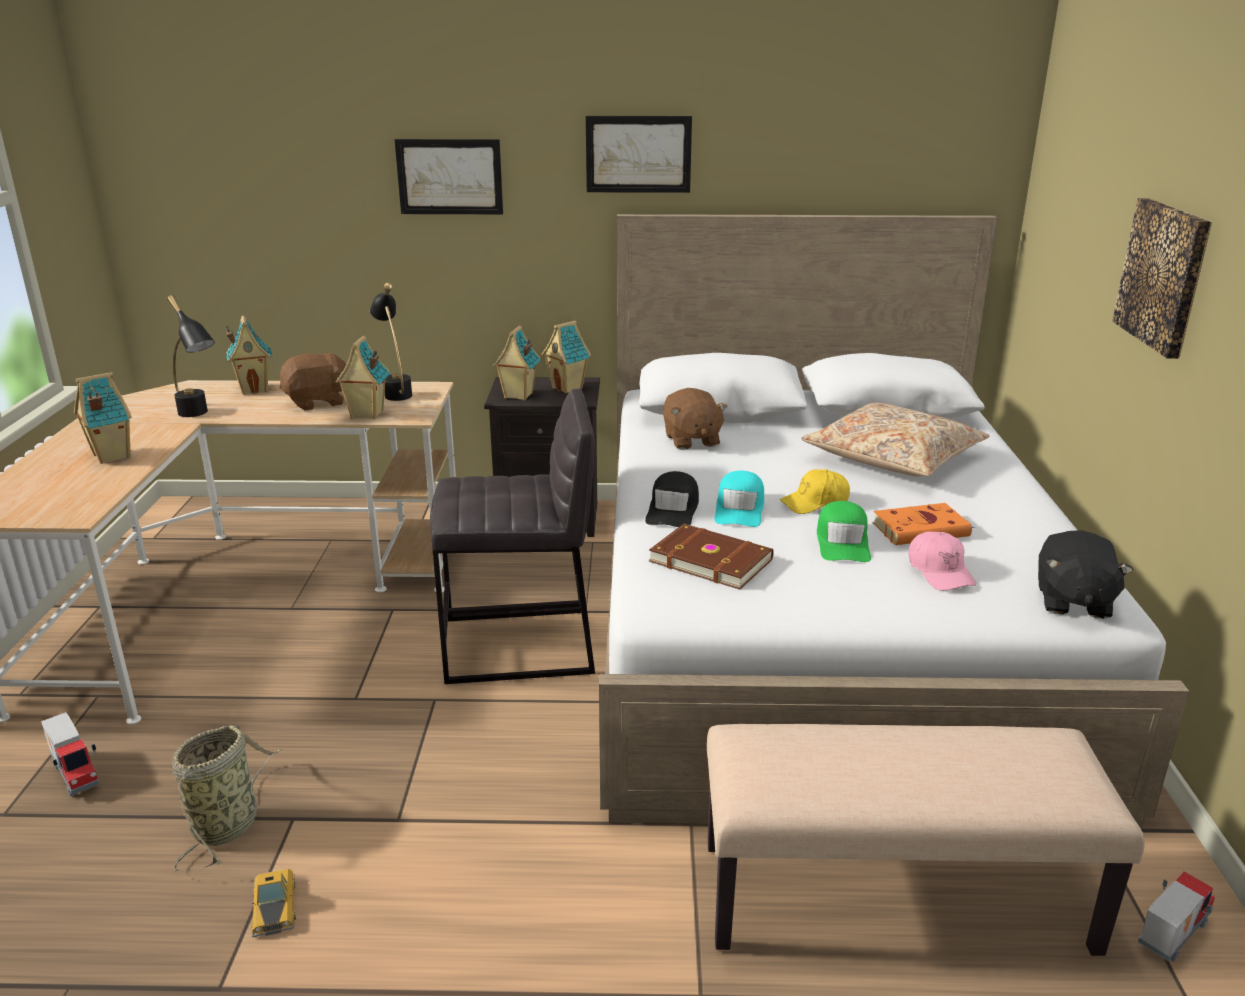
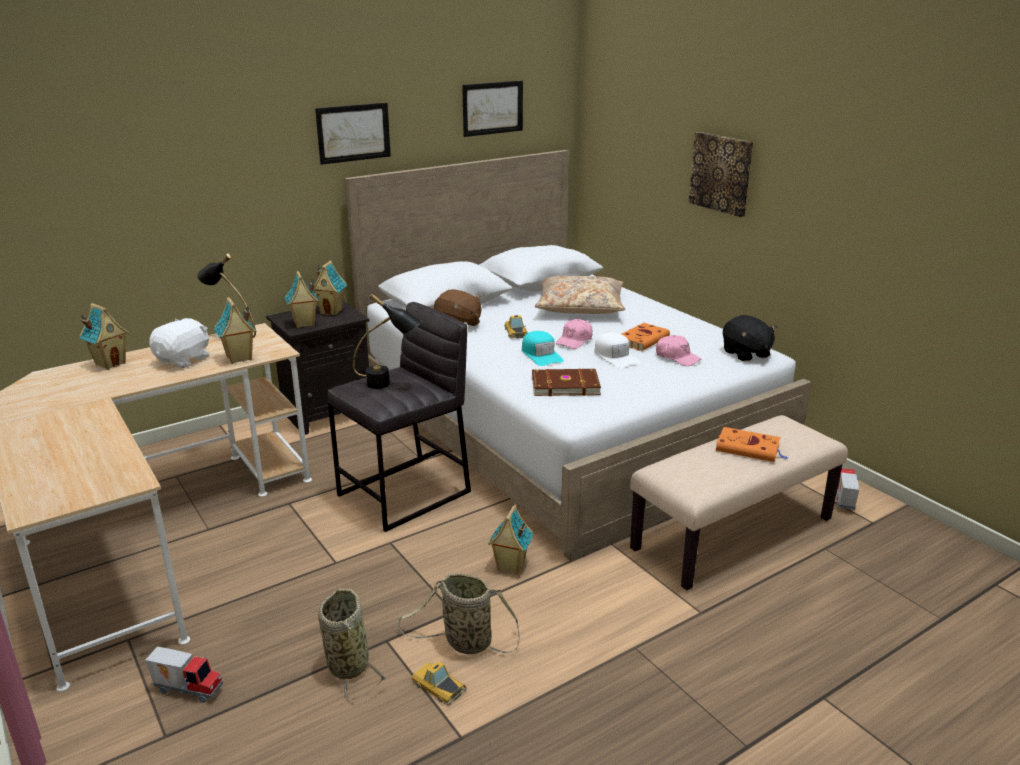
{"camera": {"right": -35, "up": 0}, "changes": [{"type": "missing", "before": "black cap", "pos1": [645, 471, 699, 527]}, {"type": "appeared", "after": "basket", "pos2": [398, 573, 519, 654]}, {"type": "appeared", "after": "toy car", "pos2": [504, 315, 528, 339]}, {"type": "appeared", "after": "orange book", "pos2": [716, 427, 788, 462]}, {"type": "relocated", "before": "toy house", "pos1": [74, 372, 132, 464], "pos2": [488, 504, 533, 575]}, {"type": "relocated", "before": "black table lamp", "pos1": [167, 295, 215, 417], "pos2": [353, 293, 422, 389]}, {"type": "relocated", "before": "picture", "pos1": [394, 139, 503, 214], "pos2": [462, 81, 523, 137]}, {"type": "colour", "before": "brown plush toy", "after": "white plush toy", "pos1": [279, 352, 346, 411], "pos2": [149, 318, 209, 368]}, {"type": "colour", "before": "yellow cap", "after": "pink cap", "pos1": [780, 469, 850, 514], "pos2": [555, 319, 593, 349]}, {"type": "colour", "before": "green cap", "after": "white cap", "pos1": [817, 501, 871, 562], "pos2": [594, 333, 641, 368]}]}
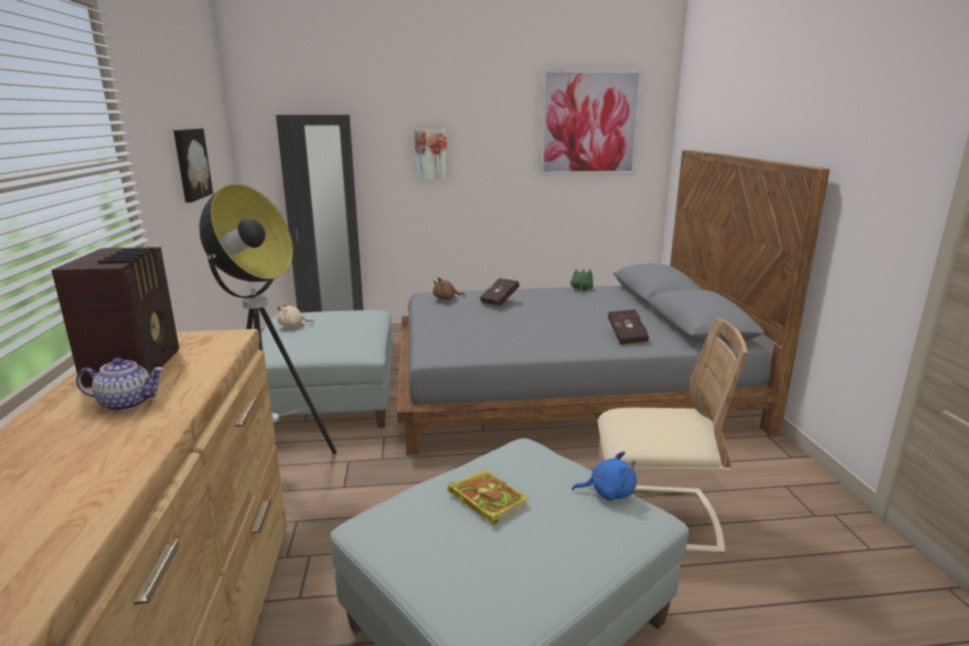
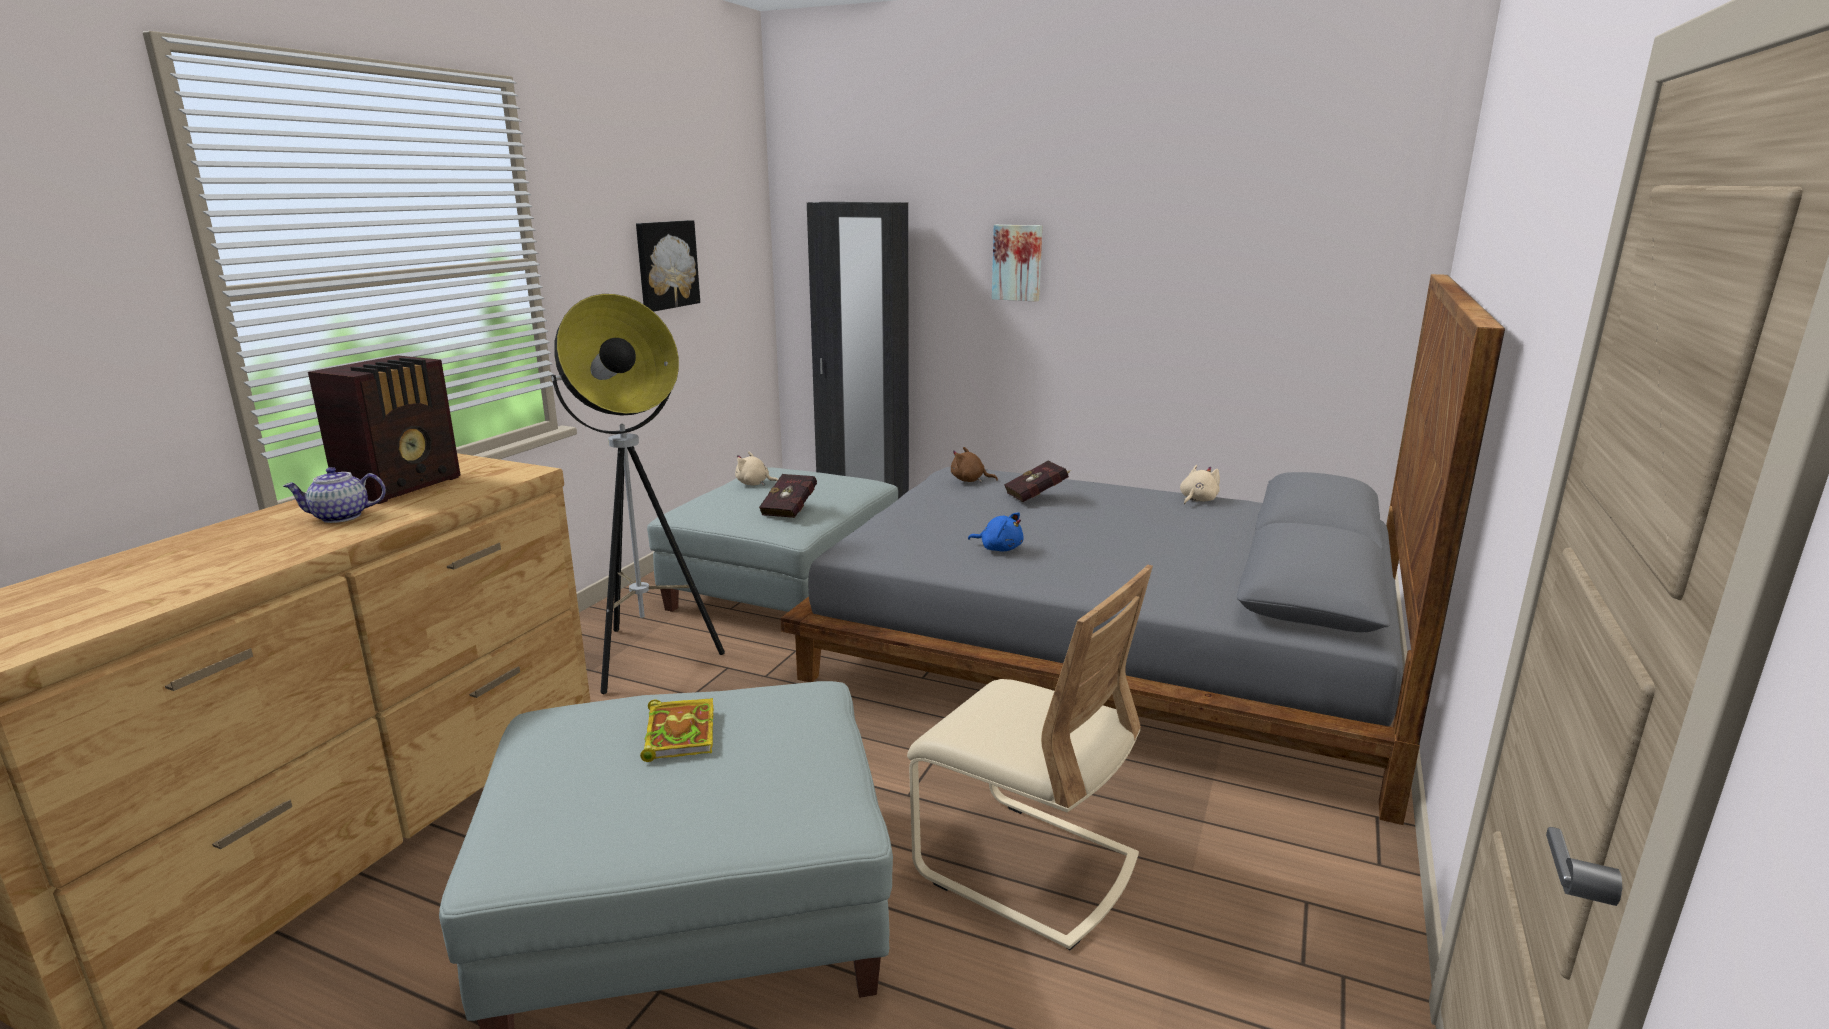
{"camera": {"right": 30, "up": 0}, "changes": [{"type": "missing", "before": "picture", "pos1": [539, 69, 644, 176]}, {"type": "relocated", "before": "blue plush toy", "pos1": [572, 451, 637, 501], "pos2": [968, 512, 1024, 551]}, {"type": "relocated", "before": "red book", "pos1": [608, 310, 649, 344], "pos2": [759, 474, 817, 518]}, {"type": "colour", "before": "green plush toy", "after": "beige plush toy", "pos1": [570, 269, 593, 293], "pos2": [1180, 465, 1220, 505]}, {"type": "spun", "before": "teapot", "pos1": [76, 358, 164, 412], "pos2": [283, 467, 386, 523], "turn": 135}]}
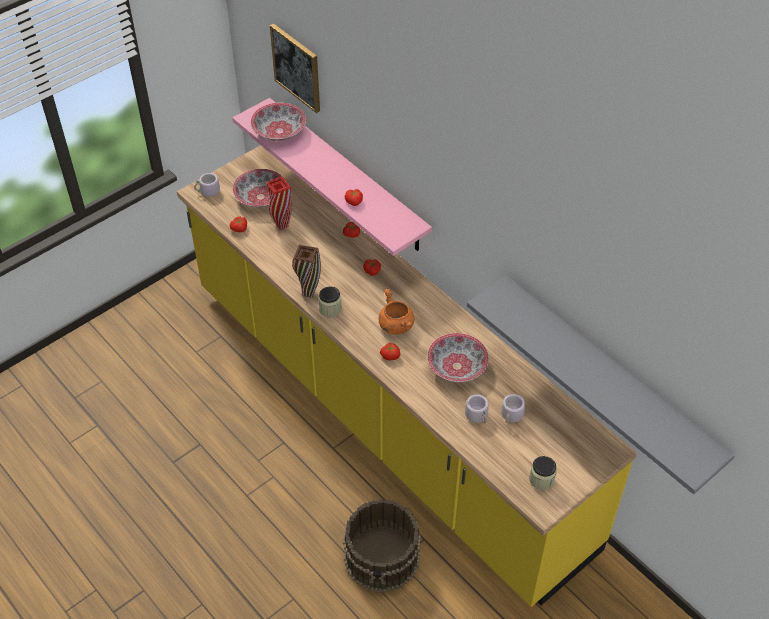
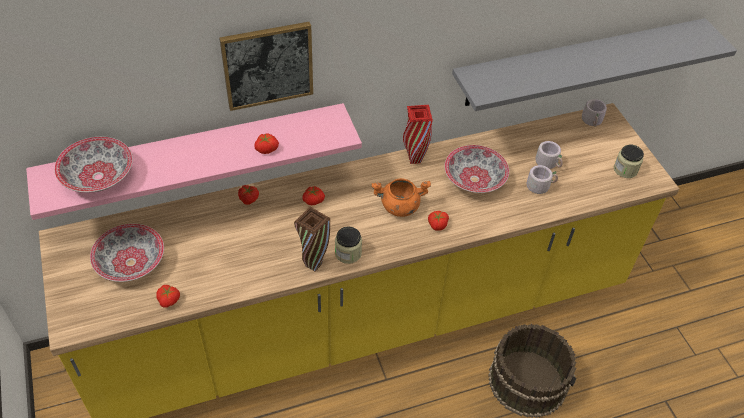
{"camera": {"right": -70, "up": 0}, "changes": [{"type": "relocated", "before": "grey mug", "pos1": [194, 173, 220, 197], "pos2": [582, 99, 607, 126]}, {"type": "relocated", "before": "red vase", "pos1": [266, 176, 292, 230], "pos2": [403, 105, 433, 164]}, {"type": "relocated", "before": "picture", "pos1": [270, 23, 320, 113], "pos2": [219, 22, 313, 111]}]}
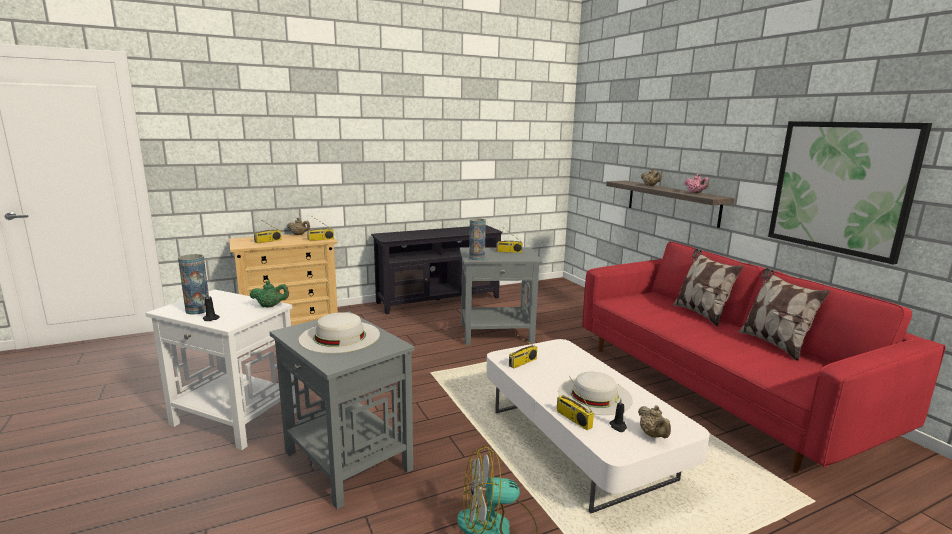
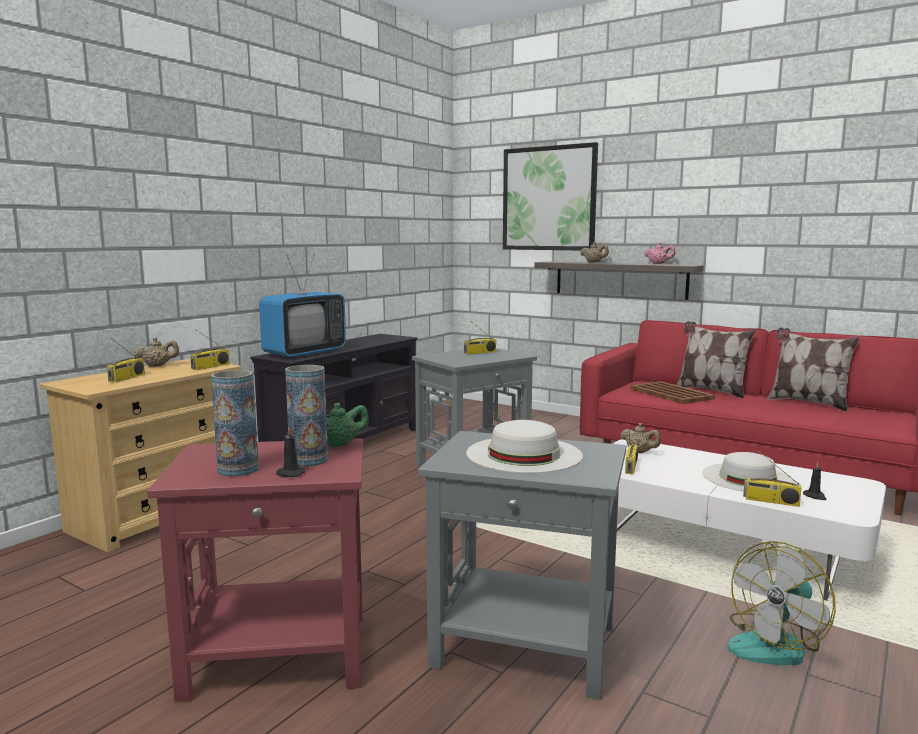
{"camera": {"right": -30, "up": -5}, "changes": [{"type": "appeared", "after": "television", "pos2": [259, 254, 346, 358]}, {"type": "appeared", "after": "brown tray", "pos2": [630, 381, 715, 404]}, {"type": "relocated", "before": "vase", "pos1": [469, 218, 486, 260], "pos2": [285, 365, 328, 467]}, {"type": "relocated", "before": "beige teapot", "pos1": [638, 405, 671, 438], "pos2": [620, 423, 661, 453]}, {"type": "relocated", "before": "picture", "pos1": [768, 121, 932, 265], "pos2": [503, 142, 598, 250]}, {"type": "colour", "before": "white side table", "after": "red side table", "pos1": [146, 290, 297, 450], "pos2": [147, 438, 363, 702]}]}
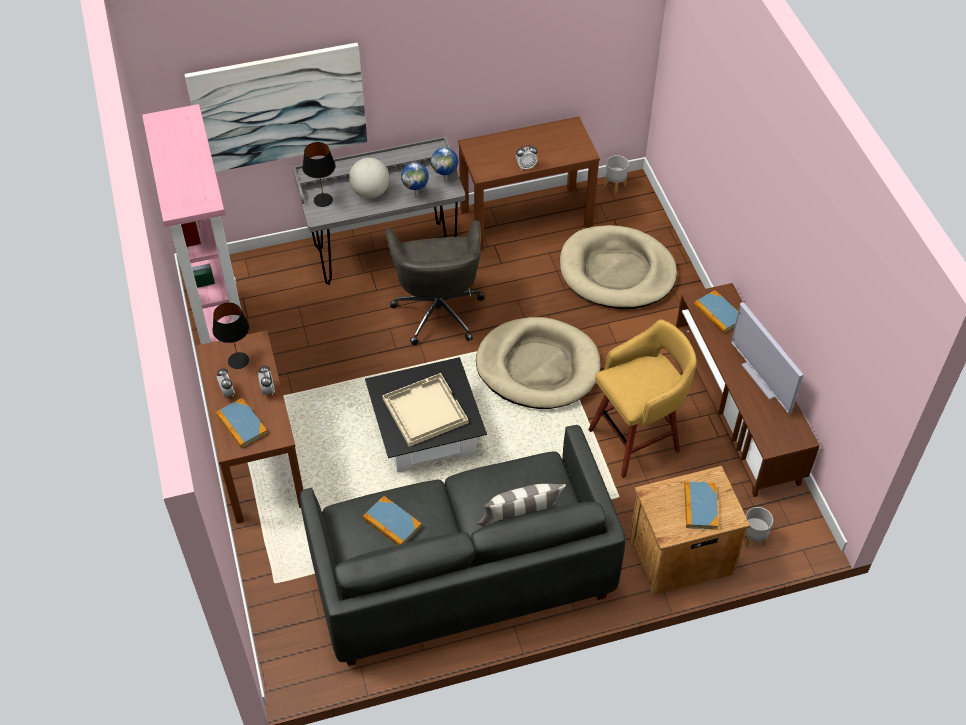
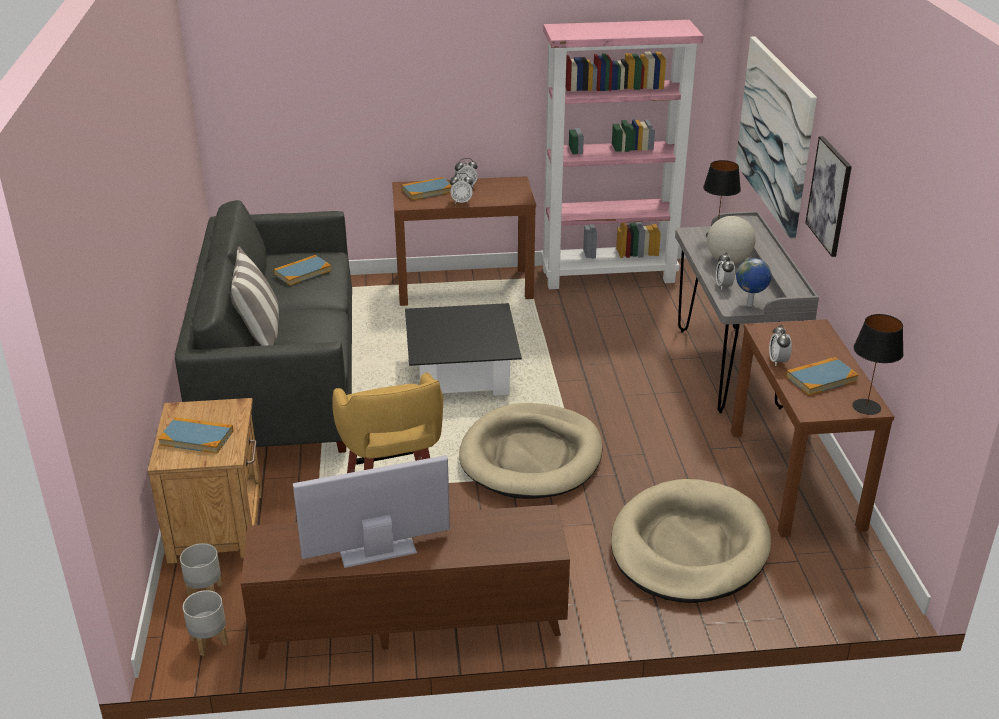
{"camera": {"right": 100, "up": -20}, "changes": [{"type": "missing", "before": "beige tray", "pos1": [382, 373, 468, 447]}, {"type": "missing", "before": "grey office chair", "pos1": [386, 220, 485, 345]}, {"type": "appeared", "after": "picture", "pos2": [805, 136, 852, 257]}, {"type": "relocated", "before": "black table lamp", "pos1": [213, 303, 249, 369], "pos2": [852, 314, 904, 415]}, {"type": "relocated", "before": "grey planter", "pos1": [604, 155, 629, 193], "pos2": [183, 590, 228, 656]}, {"type": "relocated", "before": "book", "pos1": [694, 290, 738, 333], "pos2": [786, 357, 859, 395]}, {"type": "exchanged", "before": "globe", "after": "alarm clock", "pos1": [401, 162, 429, 197], "pos2": [716, 252, 735, 290]}]}
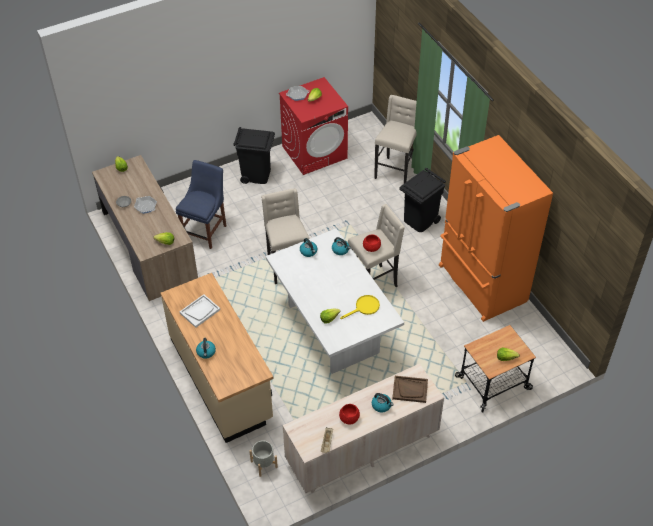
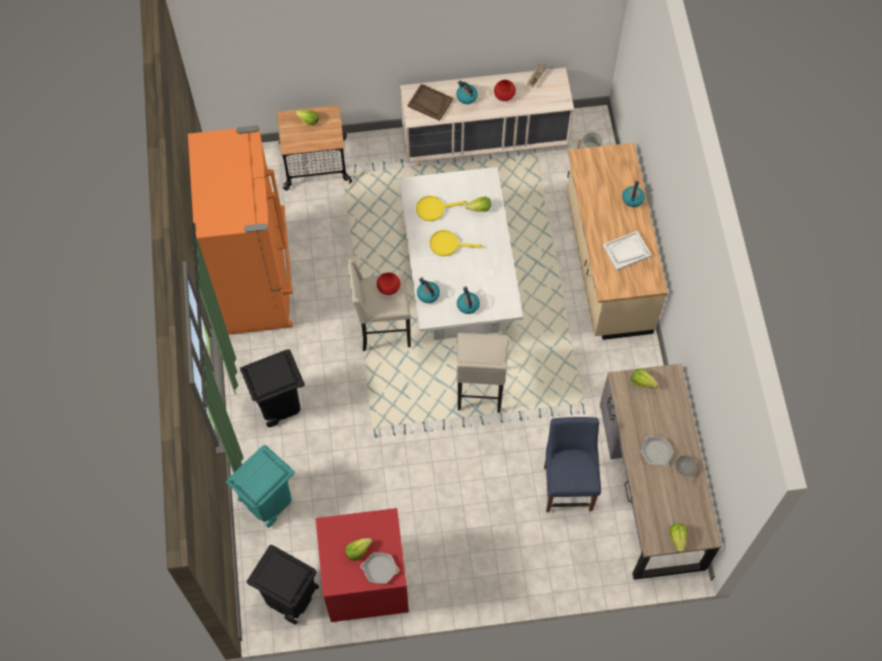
{"camera": {"right": -160, "up": 15}, "changes": [{"type": "appeared", "after": "yellow frying pan", "pos2": [430, 230, 483, 256]}, {"type": "relocated", "before": "black trash can", "pos1": [234, 127, 275, 184], "pos2": [247, 545, 319, 625]}, {"type": "exchanged", "before": "beige stool", "after": "turquoise trash can", "pos1": [374, 95, 417, 183], "pos2": [226, 445, 295, 528]}, {"type": "spun", "before": "blue chair", "pos1": [176, 160, 226, 249], "pos2": [544, 417, 601, 512], "turn": 135}]}
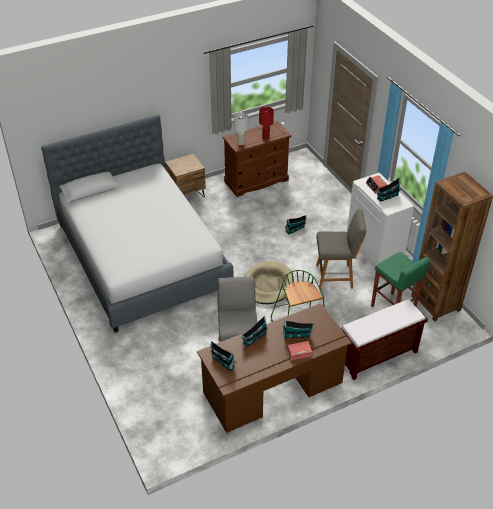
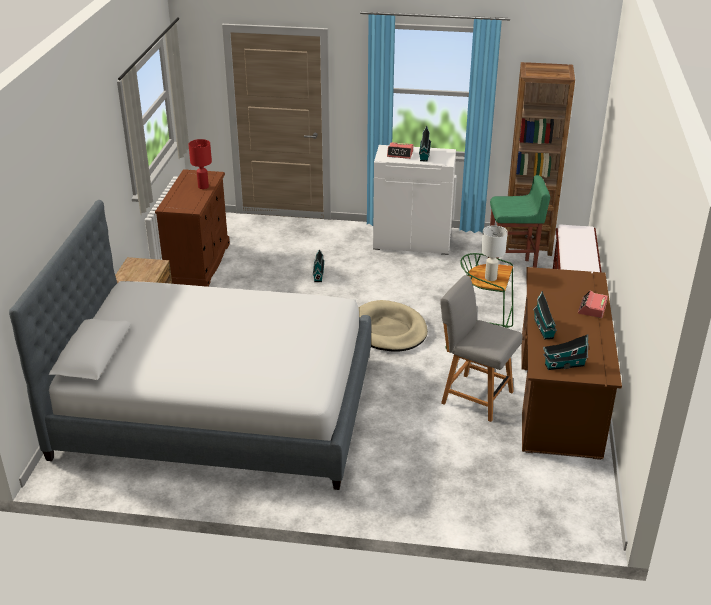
{"camera": {"right": -55, "up": -10}, "changes": [{"type": "missing", "before": "toy house", "pos1": [283, 321, 314, 339]}, {"type": "missing", "before": "grey chair", "pos1": [316, 209, 366, 289]}, {"type": "relocated", "before": "white table lamp", "pos1": [234, 112, 248, 145], "pos2": [481, 225, 508, 281]}]}
